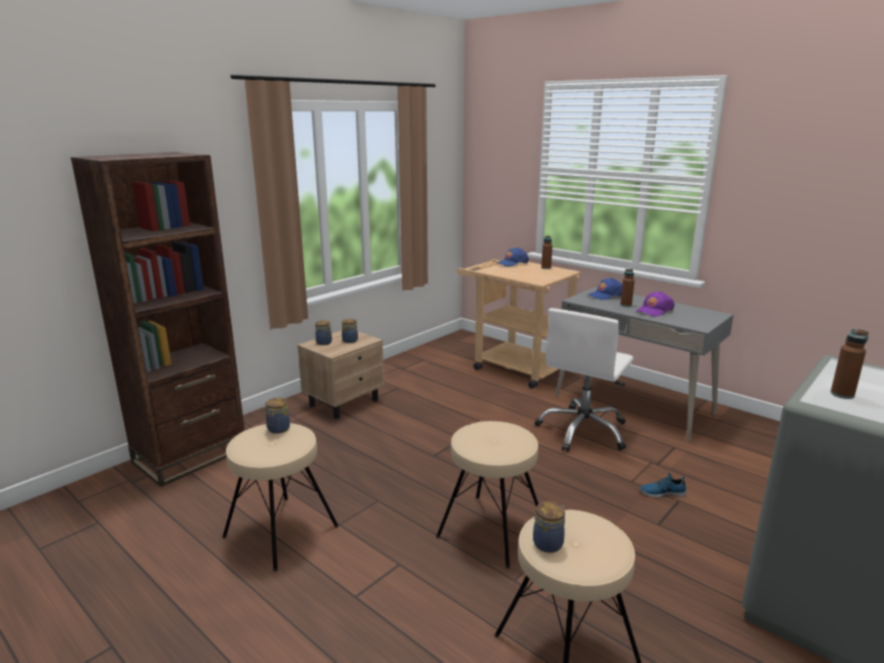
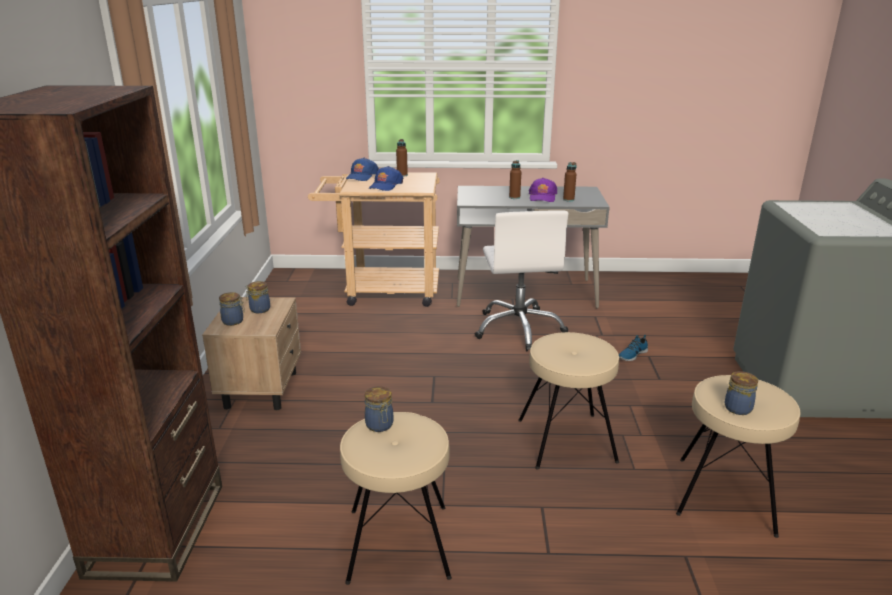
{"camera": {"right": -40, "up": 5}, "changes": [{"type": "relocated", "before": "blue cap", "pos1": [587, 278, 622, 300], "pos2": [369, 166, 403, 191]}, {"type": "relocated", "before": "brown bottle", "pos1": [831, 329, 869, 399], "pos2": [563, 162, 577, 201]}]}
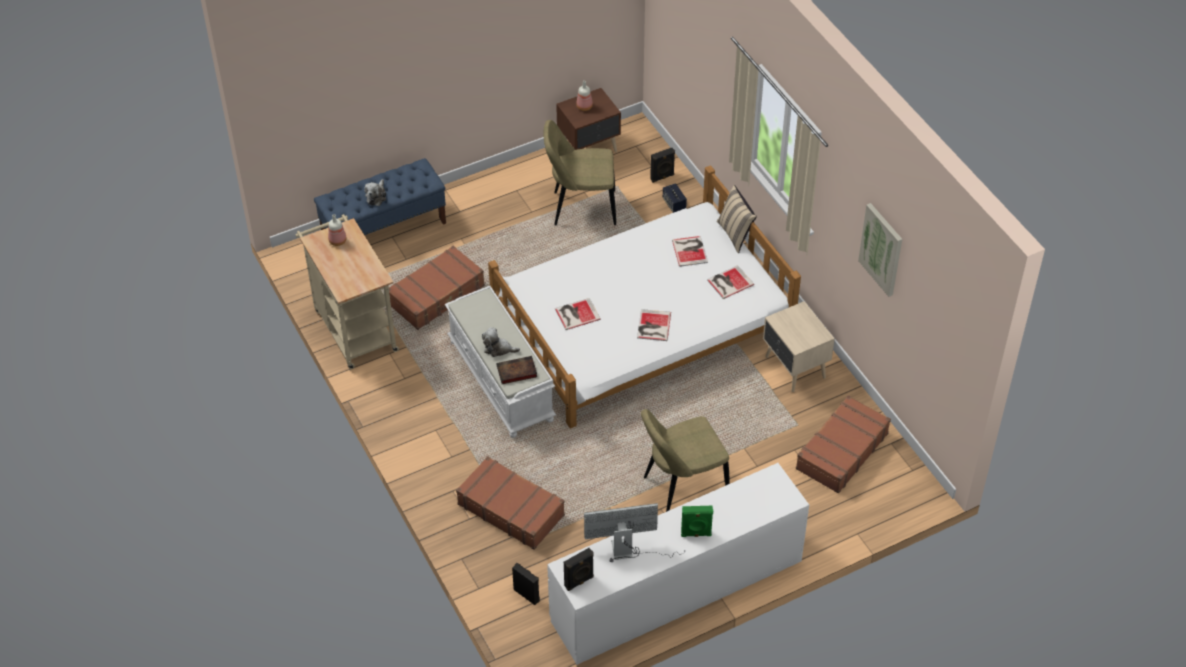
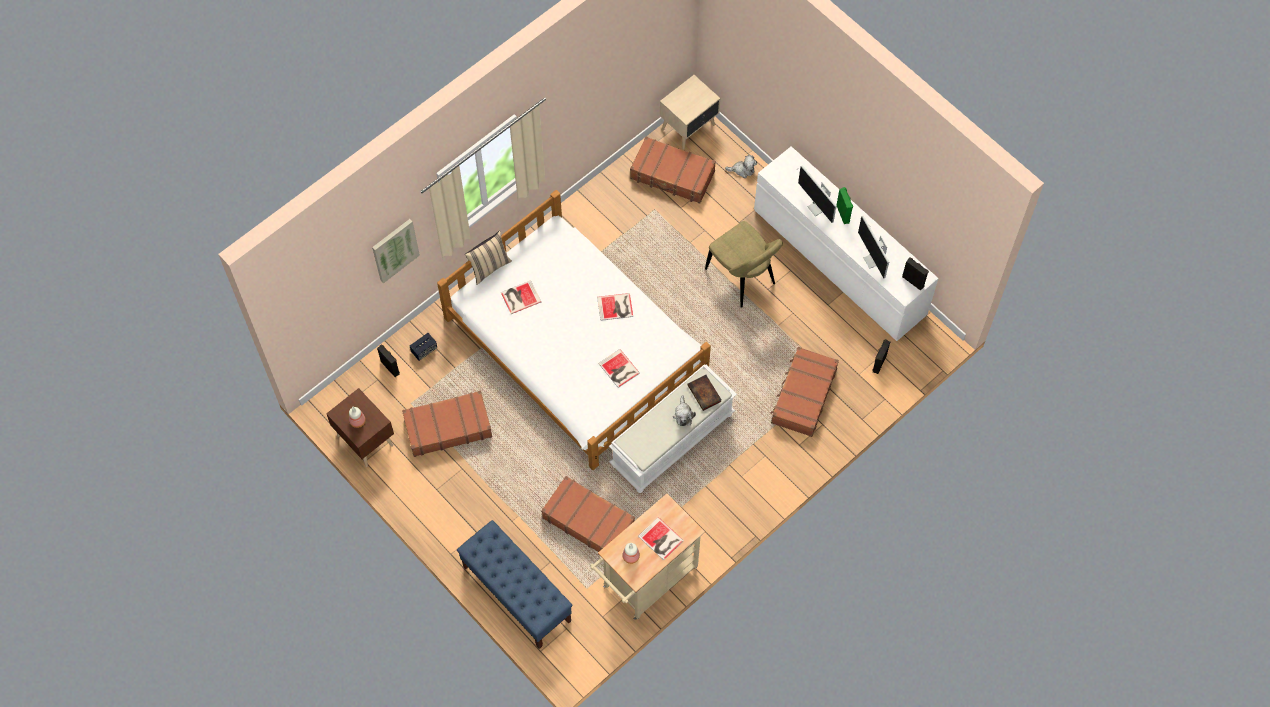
{"camera": {"right": -105, "up": 15}, "changes": [{"type": "appeared", "after": "monitor", "pos2": [797, 165, 837, 223]}, {"type": "relocated", "before": "plush toy", "pos1": [364, 179, 386, 206], "pos2": [725, 155, 757, 178]}, {"type": "relocated", "before": "book", "pos1": [707, 265, 754, 299], "pos2": [638, 517, 684, 560]}, {"type": "relocated", "before": "beige nightstand", "pos1": [763, 301, 835, 392], "pos2": [660, 75, 720, 150]}, {"type": "relocated", "before": "picture", "pos1": [858, 203, 902, 297], "pos2": [372, 219, 420, 283]}, {"type": "exchanged", "before": "beige chair", "after": "brown suitcase", "pos1": [544, 120, 616, 226], "pos2": [402, 390, 492, 457]}]}
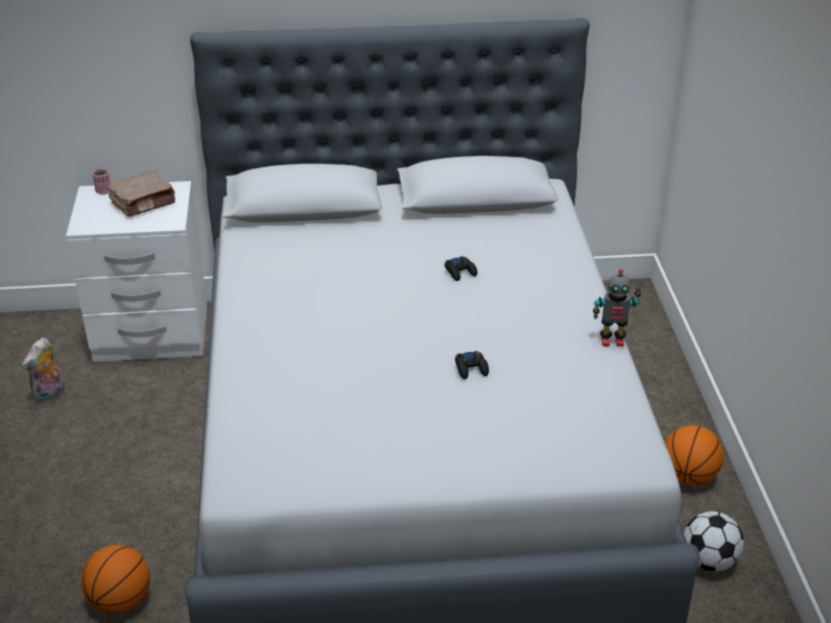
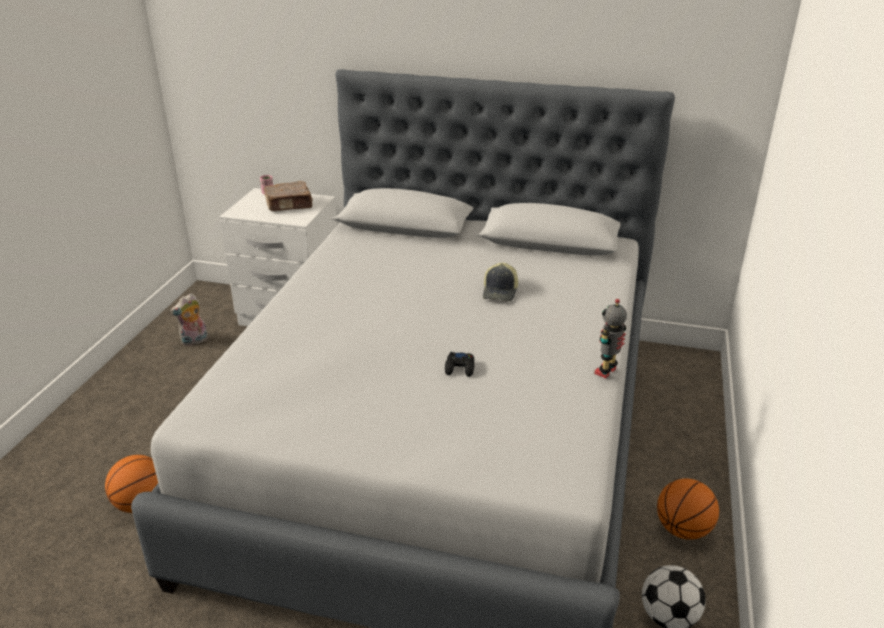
{"camera": {"right": 20, "up": -5}, "changes": [{"type": "exchanged", "before": "black game controller", "after": "cap", "pos1": [445, 256, 477, 281], "pos2": [483, 263, 518, 301]}, {"type": "spun", "before": "toy robot", "pos1": [593, 269, 641, 347], "pos2": [594, 299, 627, 378], "turn": 105}]}
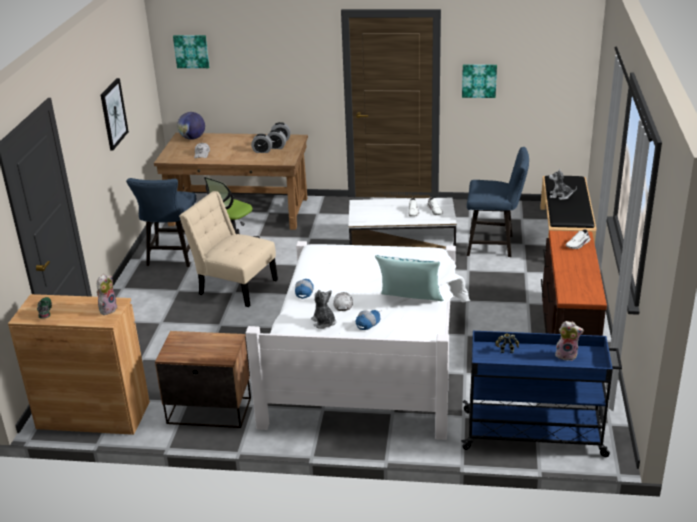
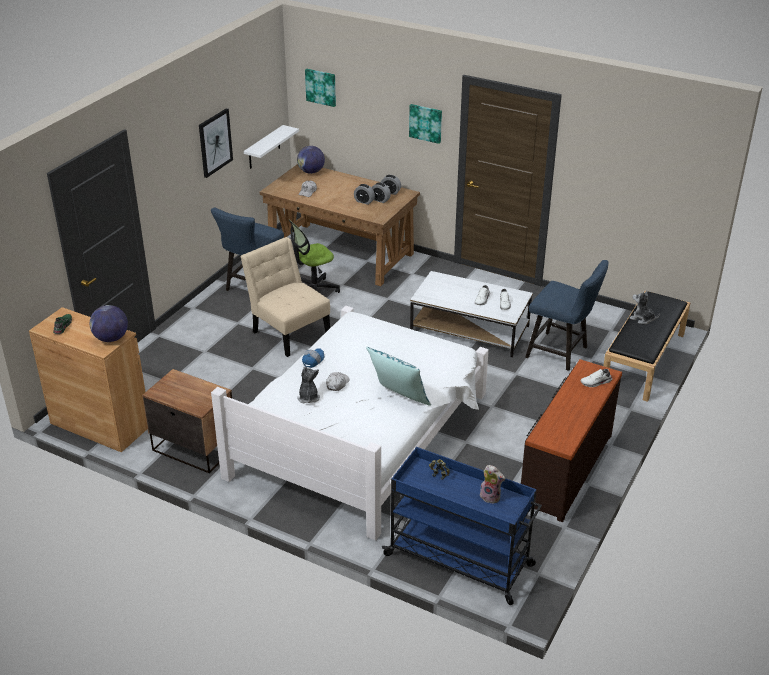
{"camera": {"right": 20, "up": 5}, "changes": [{"type": "missing", "before": "cap", "pos1": [356, 310, 381, 330]}, {"type": "appeared", "after": "white shelf", "pos2": [244, 125, 299, 169]}, {"type": "relocated", "before": "picture", "pos1": [462, 64, 497, 98], "pos2": [409, 104, 442, 144]}, {"type": "exchanged", "before": "plush toy", "after": "globe", "pos1": [97, 274, 117, 315], "pos2": [90, 305, 128, 342]}]}
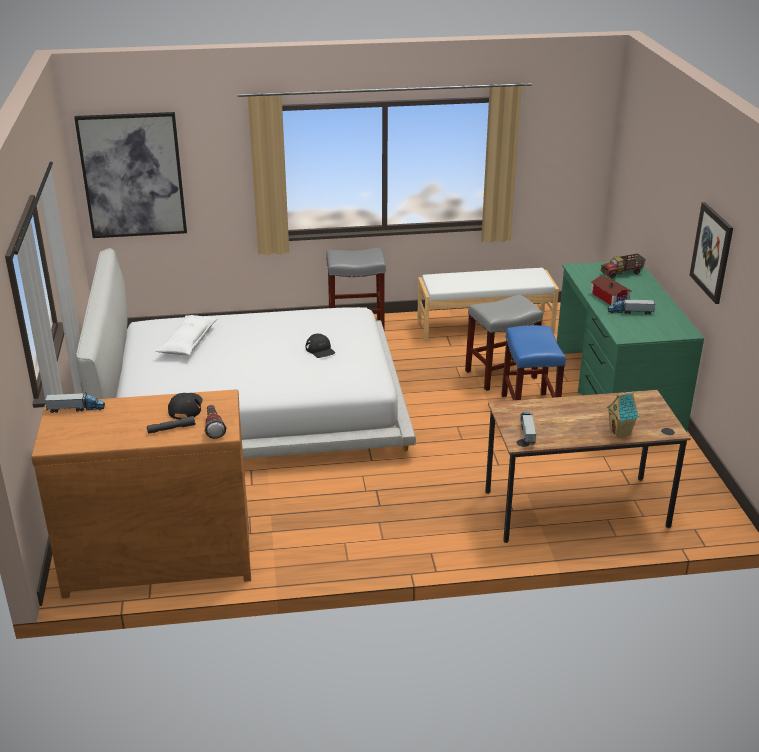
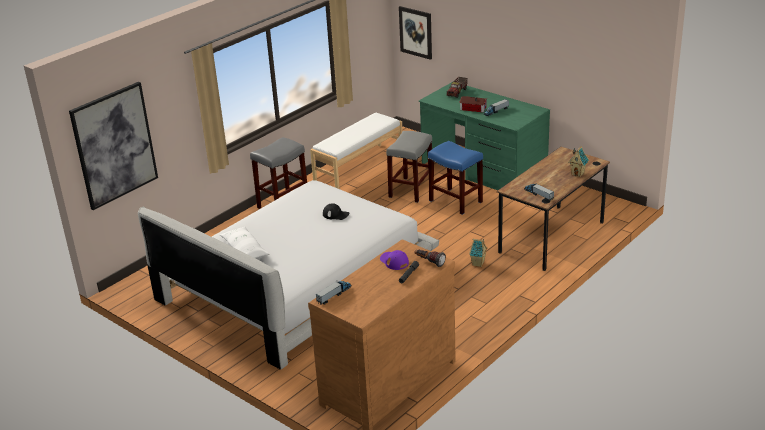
{"camera": {"right": -40, "up": 0}, "changes": [{"type": "appeared", "after": "toy house", "pos2": [469, 239, 488, 267]}, {"type": "relocated", "before": "picture", "pos1": [690, 202, 733, 304], "pos2": [399, 6, 432, 60]}, {"type": "colour", "before": "black cap", "after": "purple cap", "pos1": [168, 393, 203, 420], "pos2": [380, 250, 409, 270]}]}
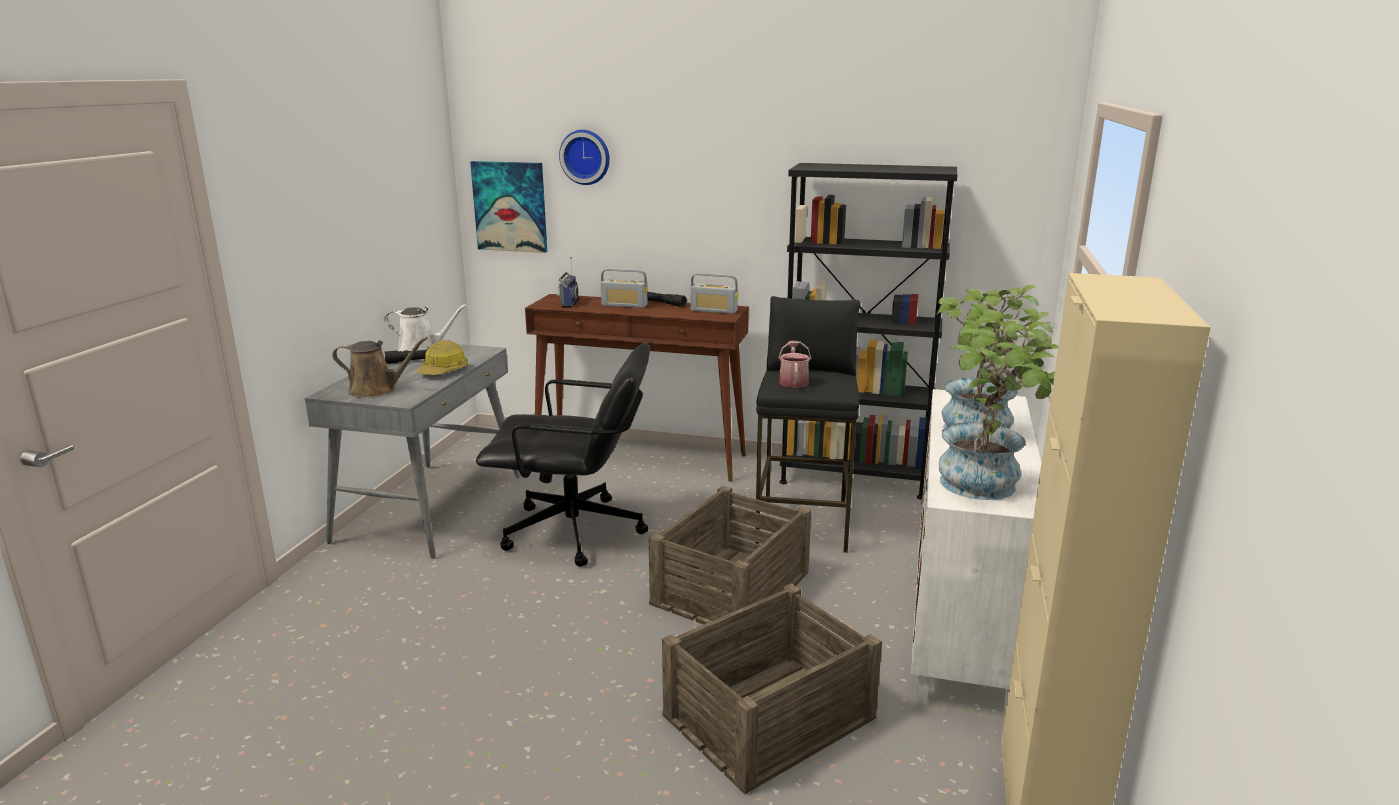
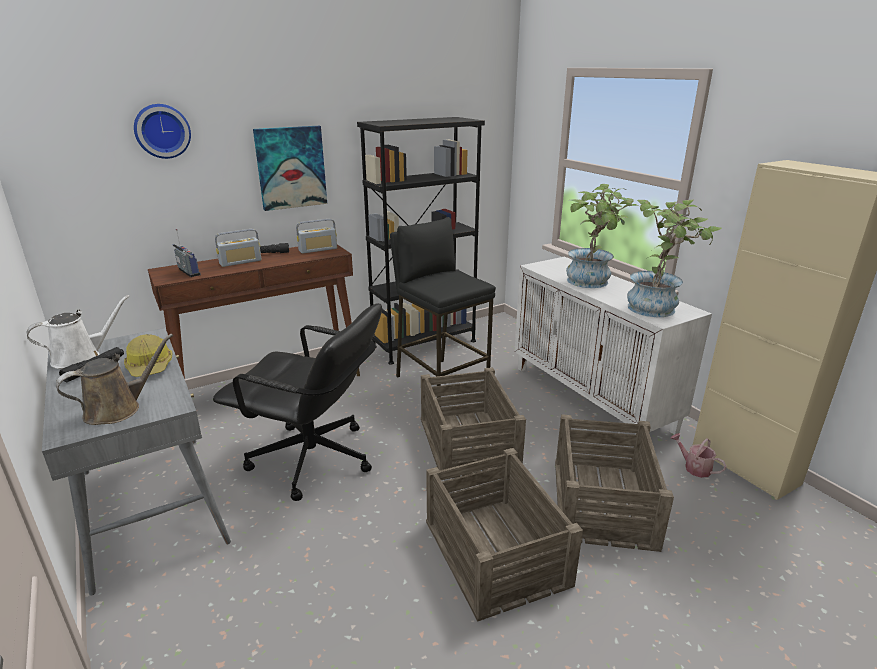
{"camera": {"right": -45, "up": 5}, "changes": [{"type": "appeared", "after": "crate", "pos2": [426, 448, 583, 622]}, {"type": "relocated", "before": "picture", "pos1": [470, 161, 547, 253], "pos2": [253, 126, 327, 211]}, {"type": "relocated", "before": "watering can", "pos1": [778, 340, 811, 388], "pos2": [670, 433, 727, 478]}, {"type": "spun", "before": "black office chair", "pos1": [476, 342, 650, 567], "pos2": [213, 303, 382, 501], "turn": 60}]}
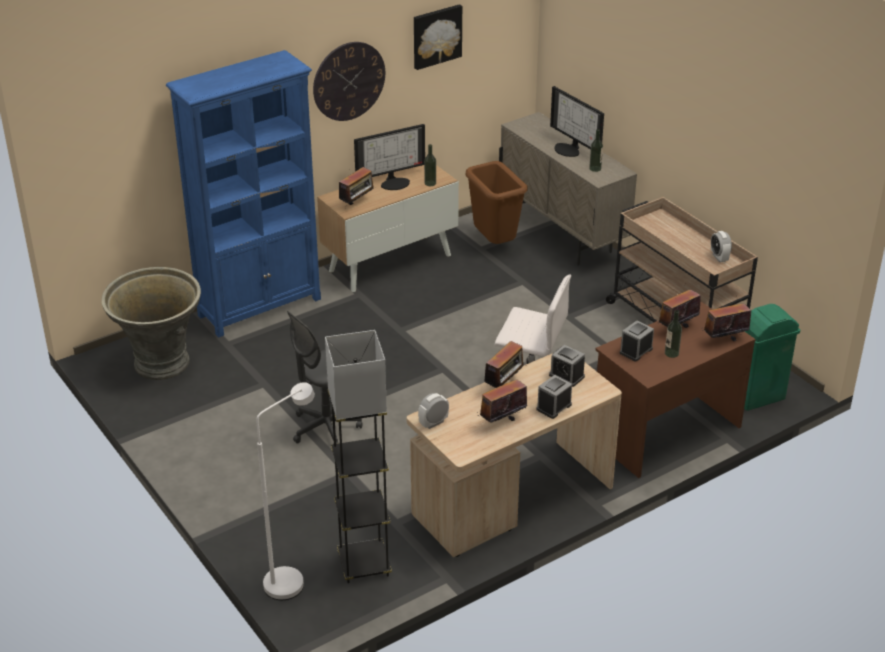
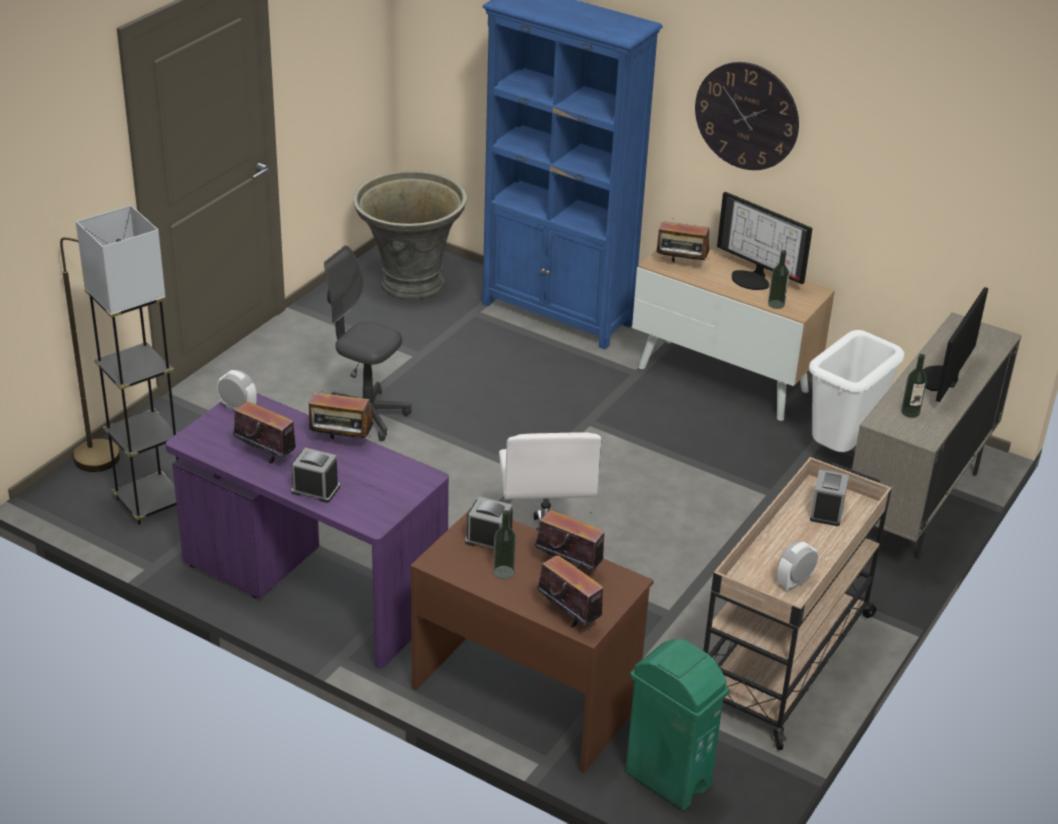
{"camera": {"right": 65, "up": 0}, "changes": [{"type": "missing", "before": "picture", "pos1": [414, 4, 462, 70]}, {"type": "relocated", "before": "alarm clock", "pos1": [549, 345, 585, 387], "pos2": [810, 469, 849, 526]}, {"type": "colour", "before": "white floor lamp", "after": "brown floor lamp", "pos1": [257, 382, 315, 600], "pos2": [60, 237, 120, 472]}, {"type": "colour", "before": "beige desk", "after": "purple desk", "pos1": [407, 353, 622, 557], "pos2": [166, 393, 449, 669]}, {"type": "colour", "before": "brown trash can", "after": "white trash can", "pos1": [465, 161, 528, 244], "pos2": [809, 330, 904, 452]}]}
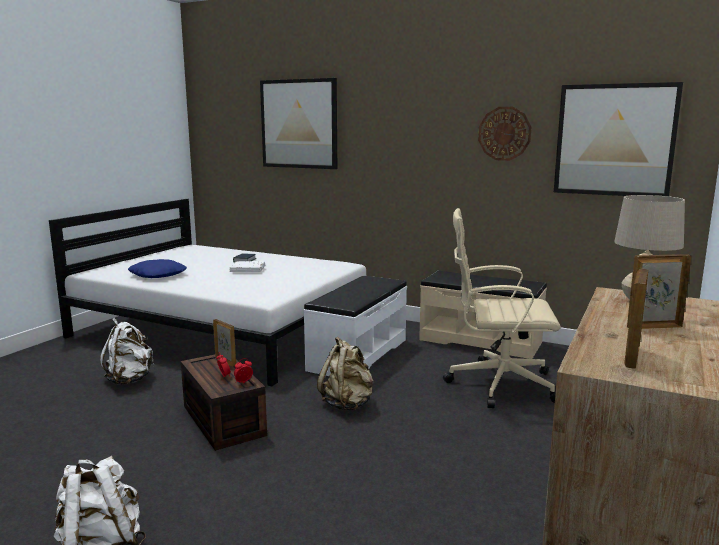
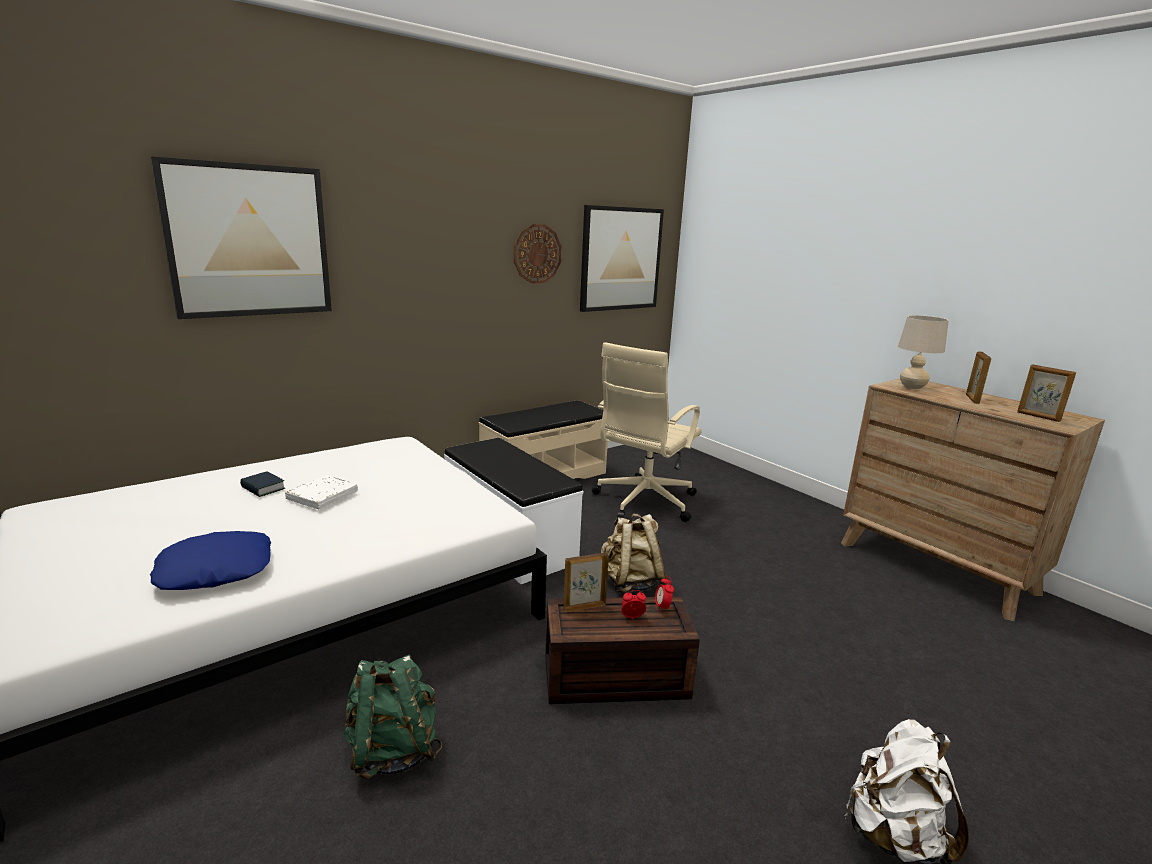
{"camera": {"right": -65, "up": 5}, "changes": [{"type": "colour", "before": "white backpack", "after": "green backpack", "pos1": [100, 318, 154, 385], "pos2": [343, 654, 442, 779]}]}
